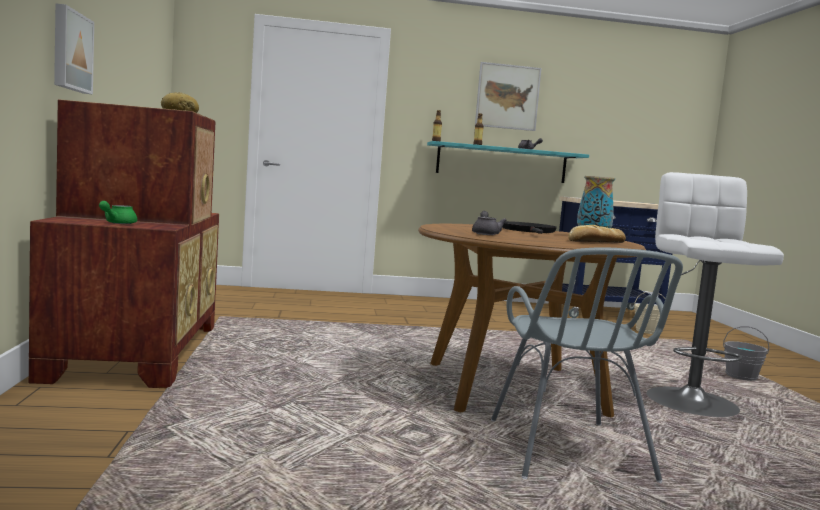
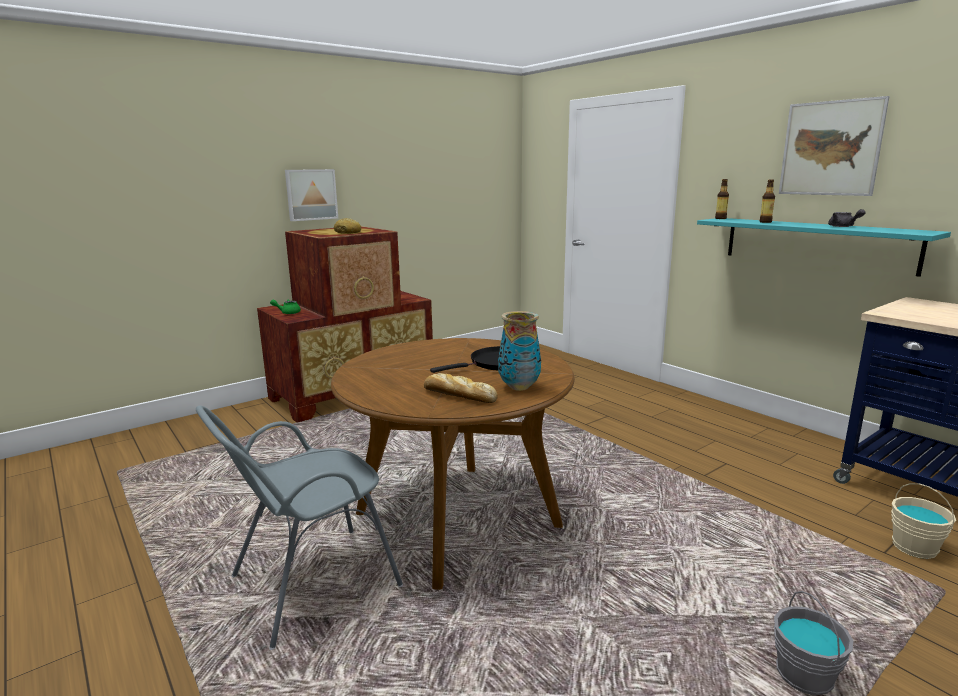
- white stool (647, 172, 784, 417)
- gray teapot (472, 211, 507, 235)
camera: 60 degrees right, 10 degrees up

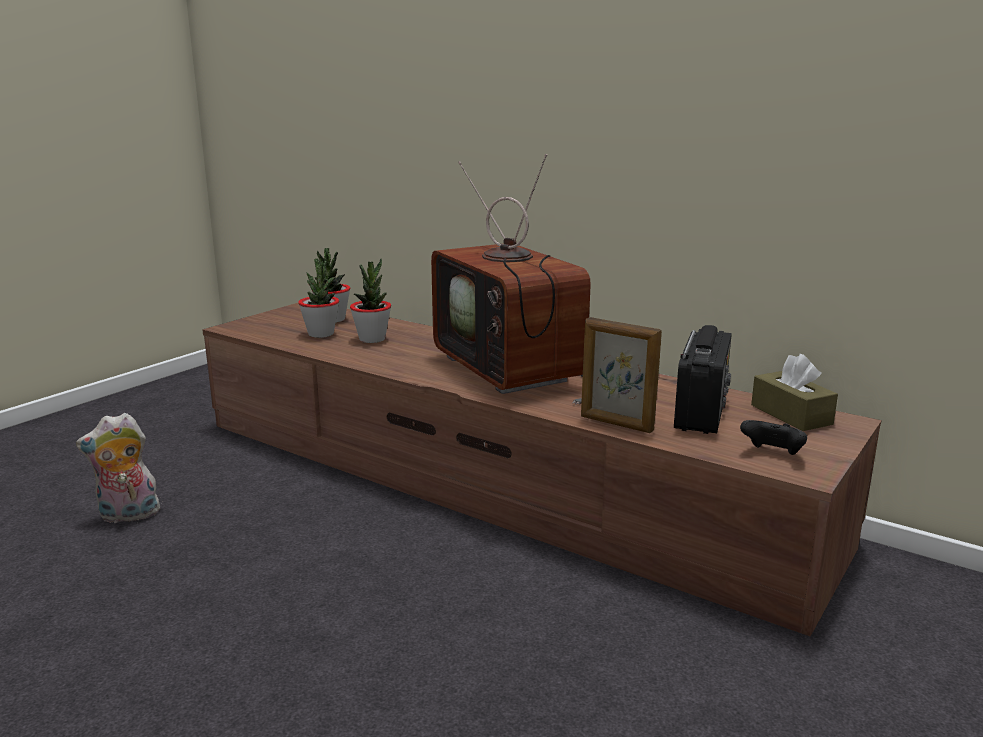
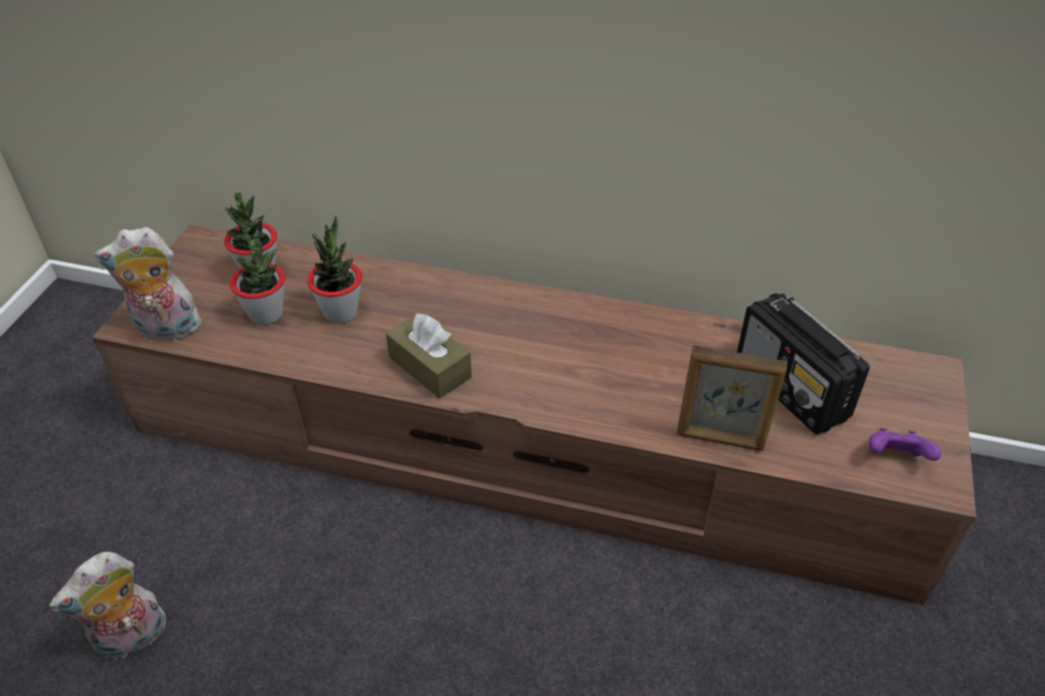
- television (431, 154, 591, 405)
~ radio (674, 325, 732, 434) = (737, 293, 870, 435) 150 degrees clockwise
~ brown tissue box (751, 354, 838, 431) to (386, 313, 472, 398)
~ black-coloured joypad (740, 420, 807, 455) to purplish joypad (869, 428, 941, 461)
+ cuddly toy (95, 227, 207, 344)
camera: 20 degrees left, 25 degrees up

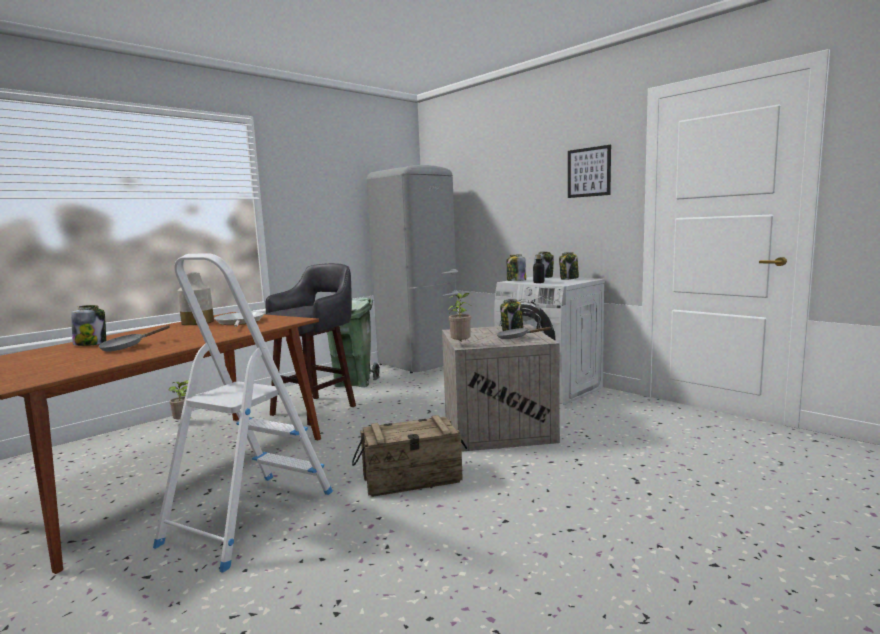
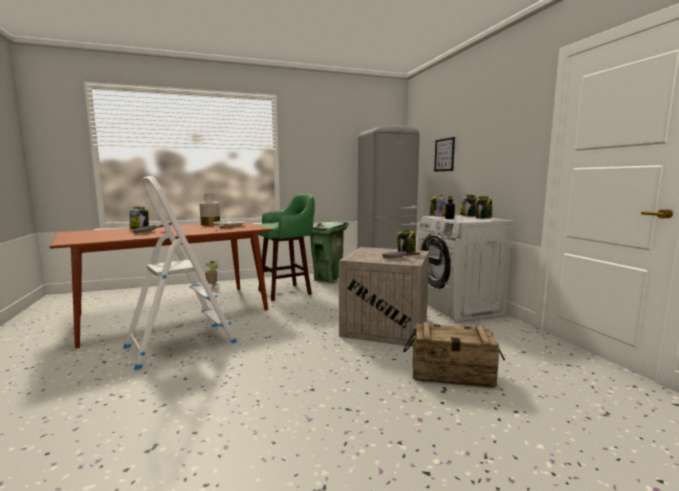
~ picture (568, 145, 611, 198) to (434, 137, 455, 172)
~ gray stool (266, 263, 356, 426) to greenish stool (258, 194, 315, 301)
- potted plant (448, 293, 471, 342)
~ shipping crate (352, 415, 467, 497) to (403, 322, 505, 388)
camera: 25 degrees right, 0 degrees up

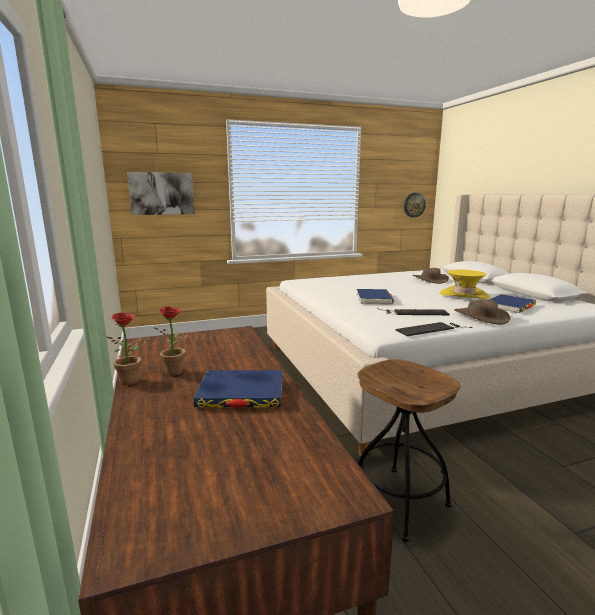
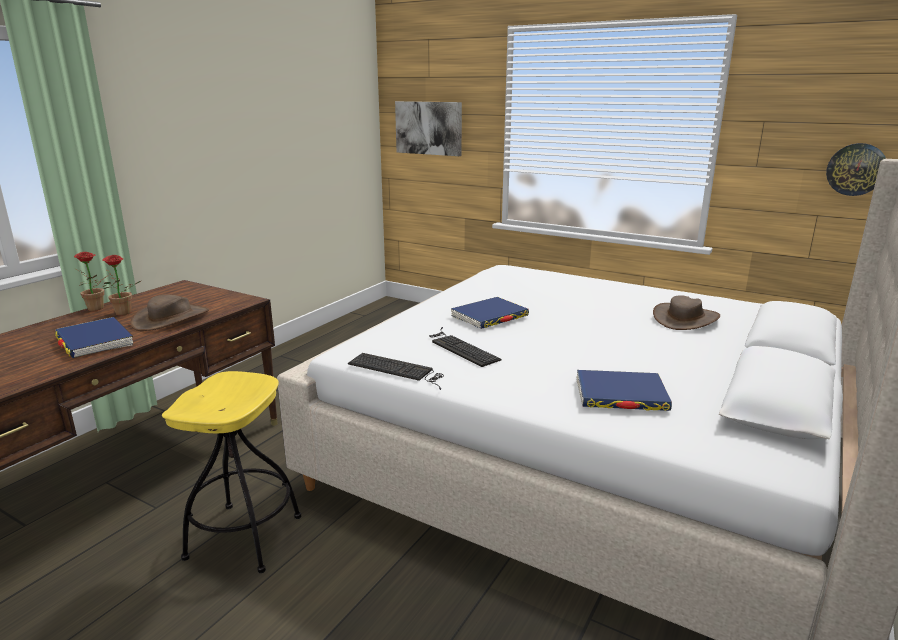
- yellow-coloured hat (440, 270, 490, 299)
~ brown hat (454, 299, 510, 325) to (130, 295, 209, 331)
~ brown stool (358, 359, 461, 542) to yellow-coloured stool (162, 371, 301, 573)
camera: 50 degrees right, 5 degrees up

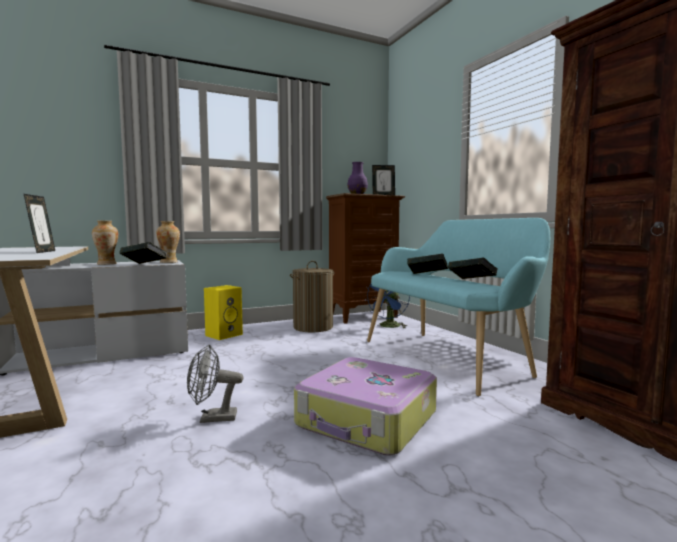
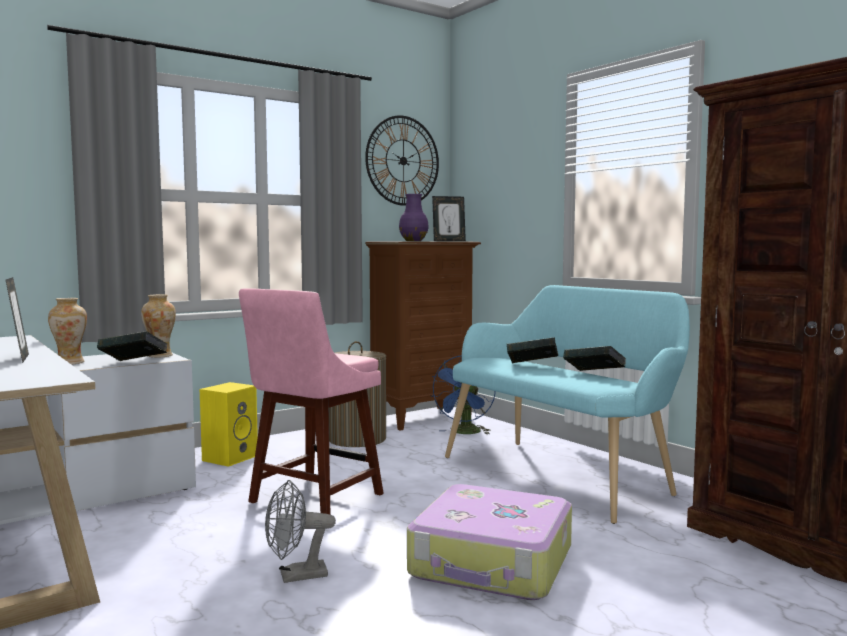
+ hanging clock (365, 115, 439, 206)
+ pinkish upright chair (239, 288, 384, 514)
camera: 10 degrees left, 0 degrees up

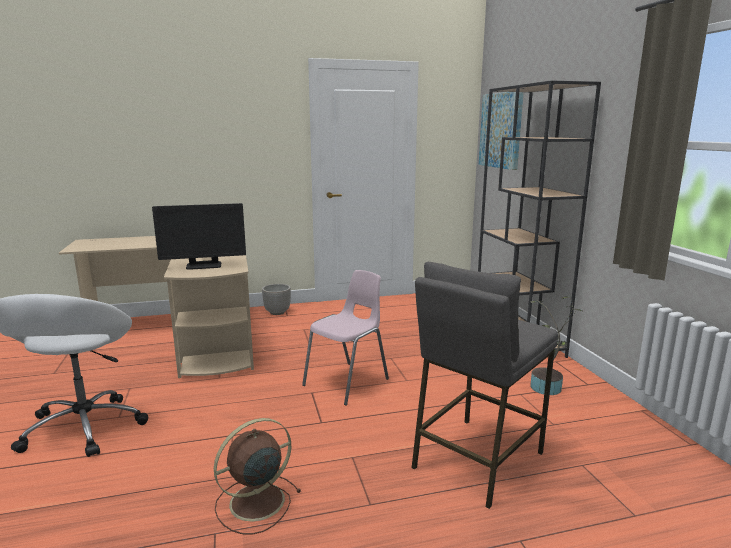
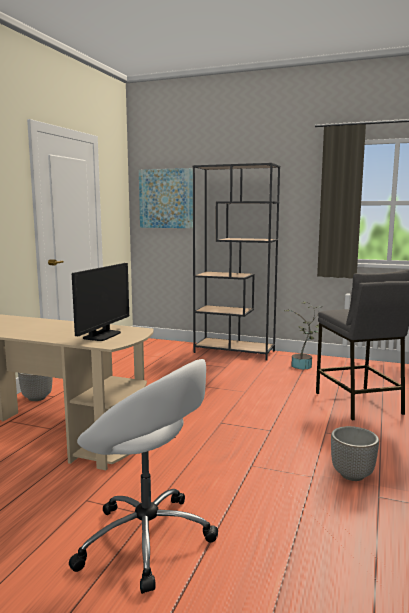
- pinkish upright chair (302, 270, 389, 406)
~ brown cooling fan (214, 418, 301, 535) to planter (331, 426, 379, 481)
camera: 55 degrees left, 5 degrees down

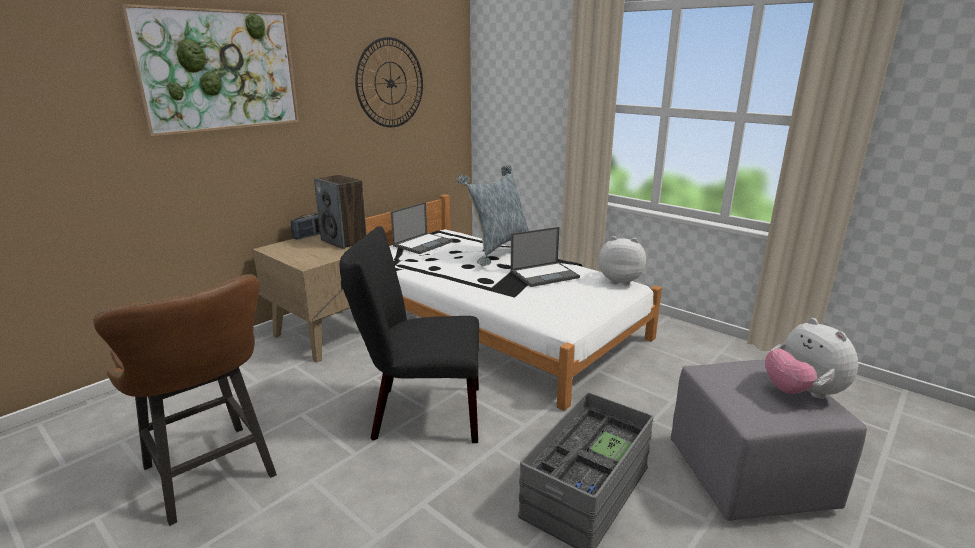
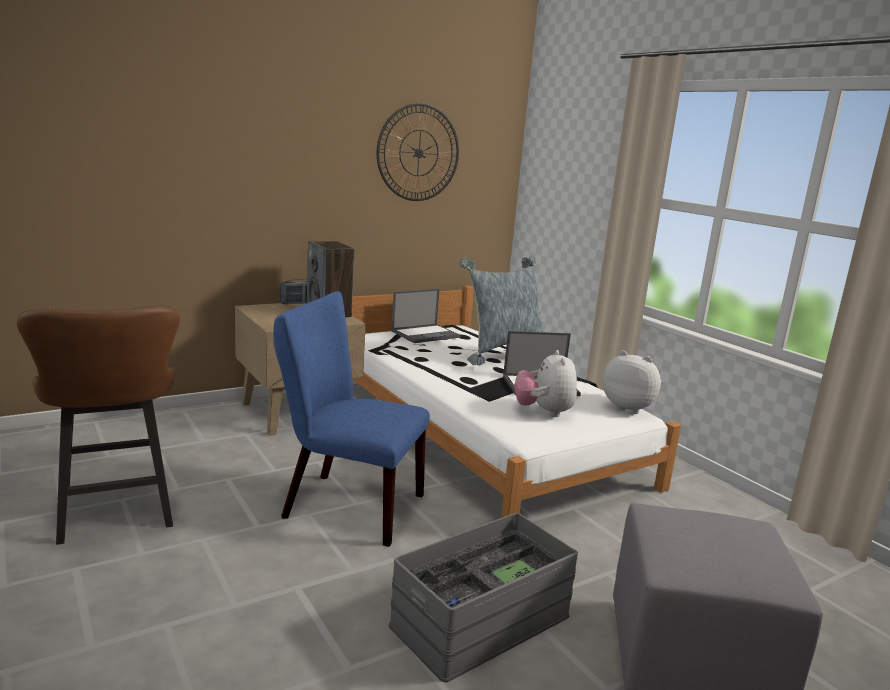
- picture (119, 4, 299, 136)
~ black-coloured upright chair (340, 226, 479, 443) to blue-coloured upright chair (273, 291, 430, 547)
~ cuddly toy (765, 318, 858, 399) to (514, 350, 577, 417)
camera: 15 degrees right, 5 degrees down

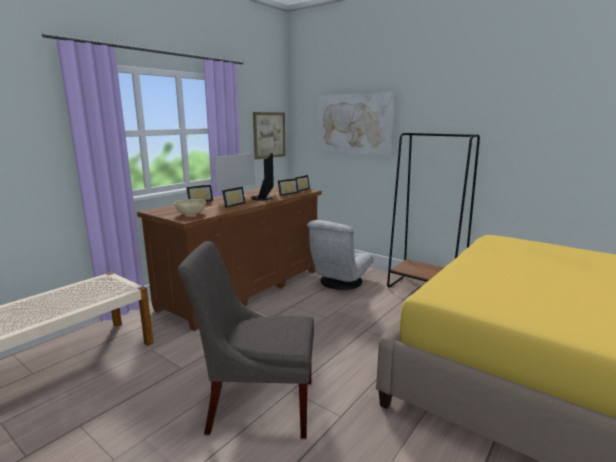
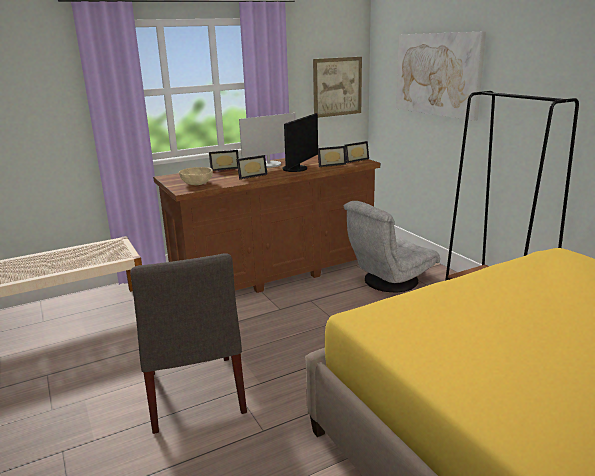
~ gray upright chair (178, 241, 314, 439) = (130, 253, 247, 434) 135 degrees counterclockwise
camera: 25 degrees right, 5 degrees up

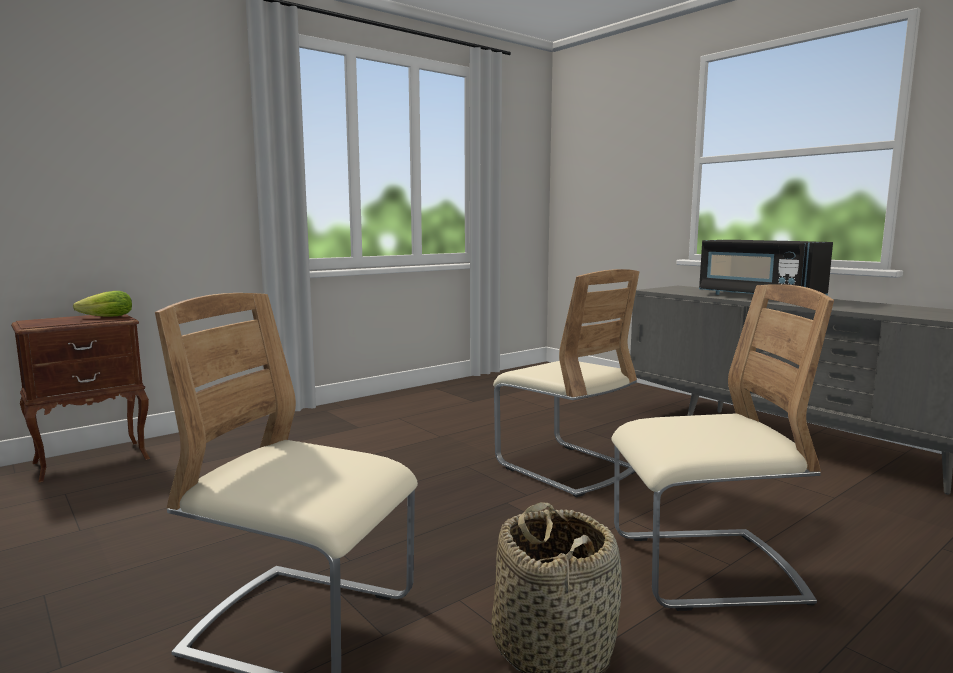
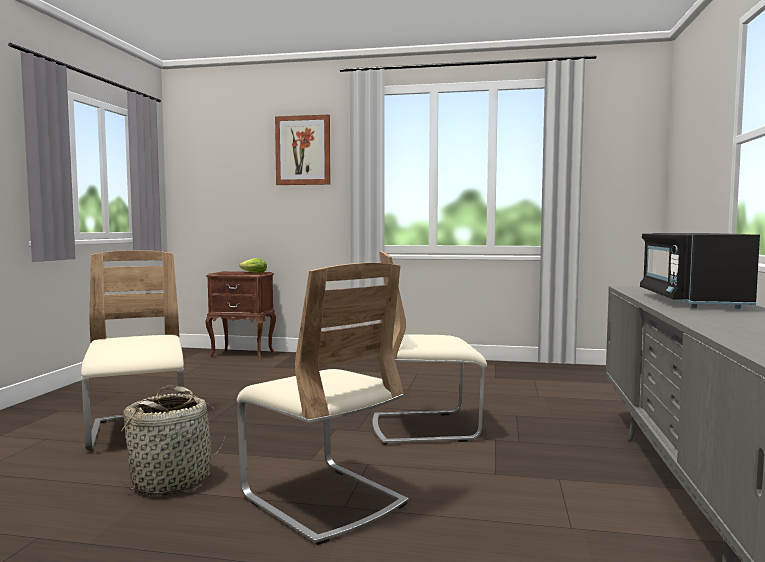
~ beige upright chair (493, 269, 639, 497) = (372, 251, 487, 445) 75 degrees clockwise
+ picture (275, 115, 331, 185)
camera: 50 degrees right, 5 degrees down

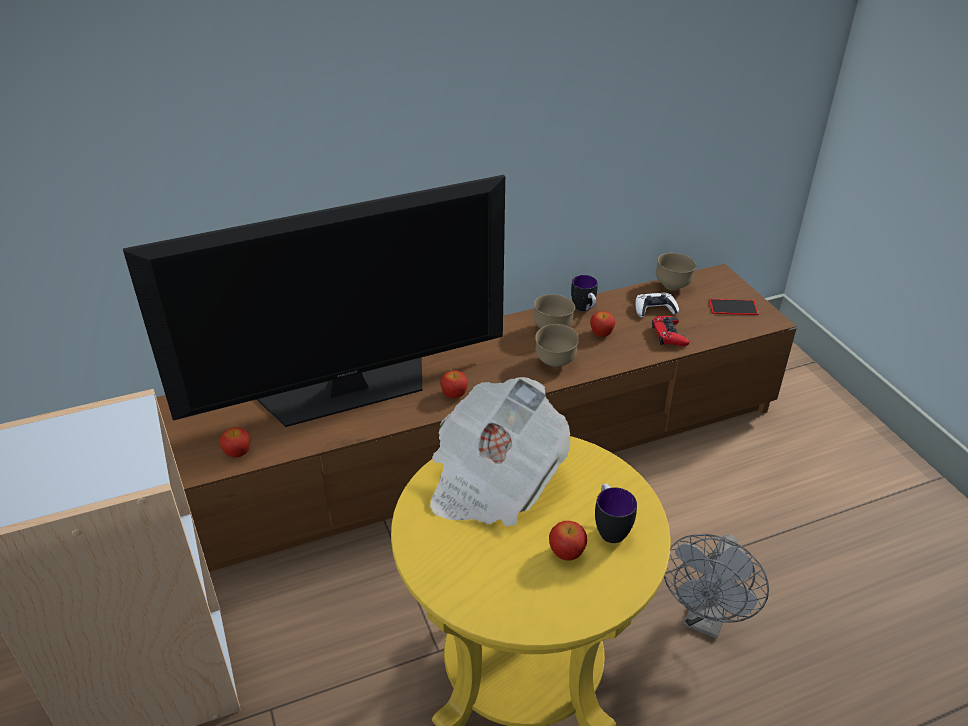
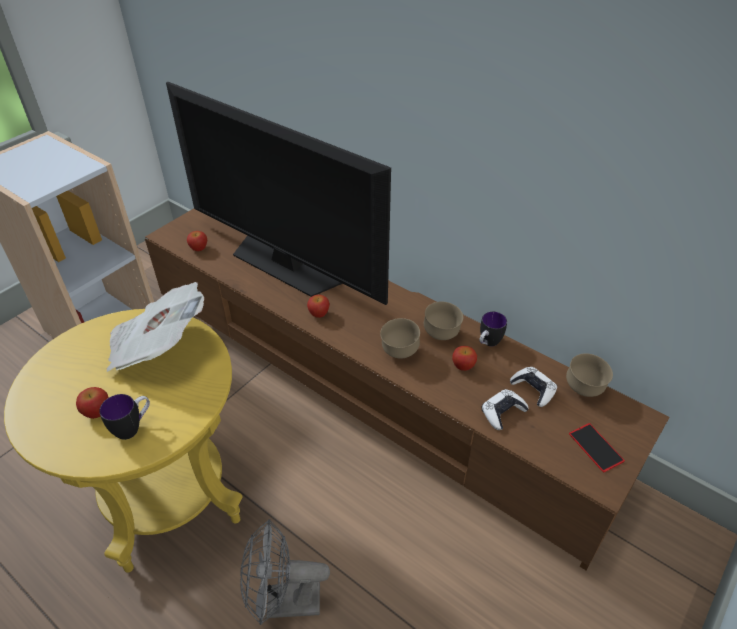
~ reddish joypad (652, 315, 690, 346) to white joypad (482, 389, 528, 430)
camera: 60 degrees right, 5 degrees up

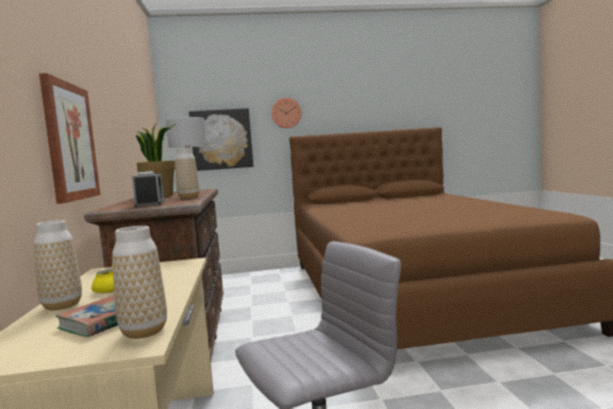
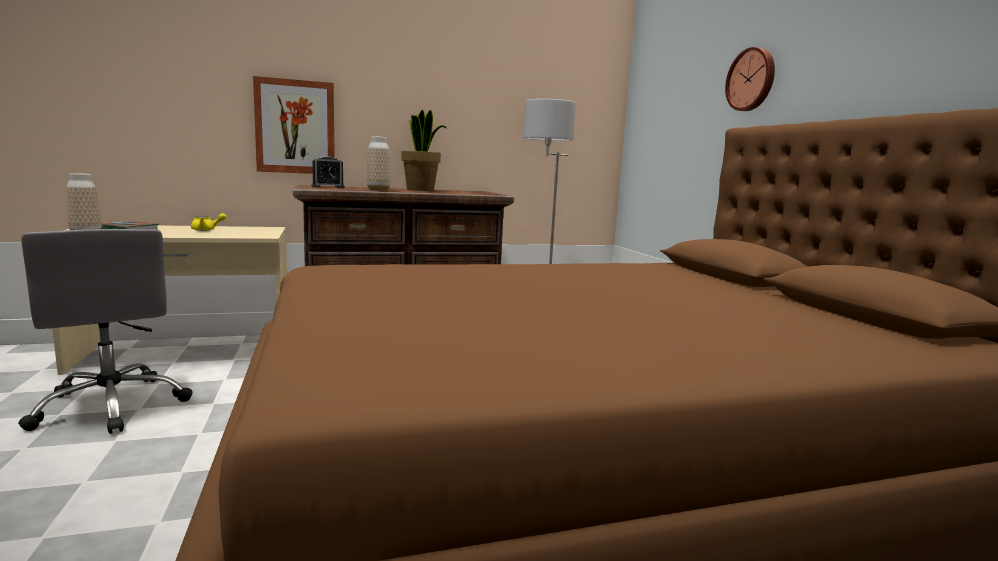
- picture (189, 108, 253, 171)
- flower vase (34, 220, 82, 310)
camera: 80 degrees right, 5 degrees up

